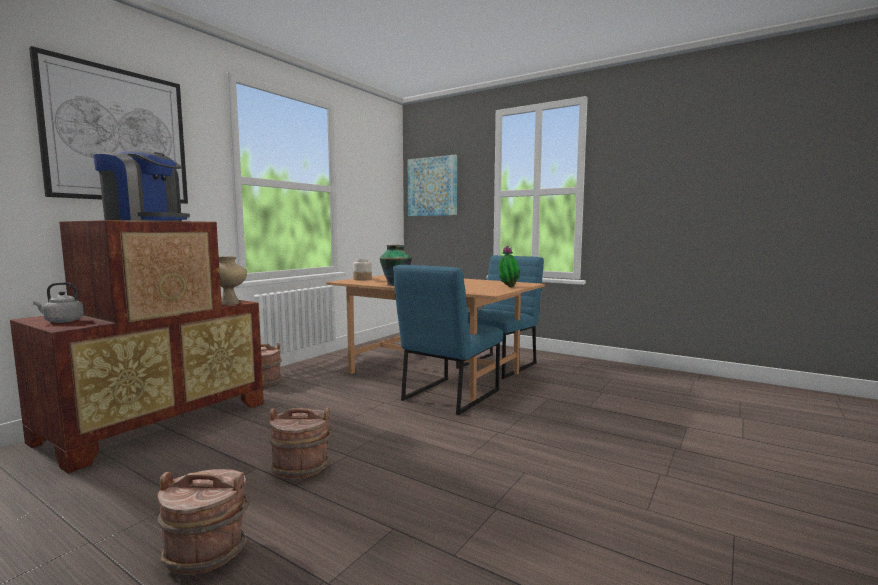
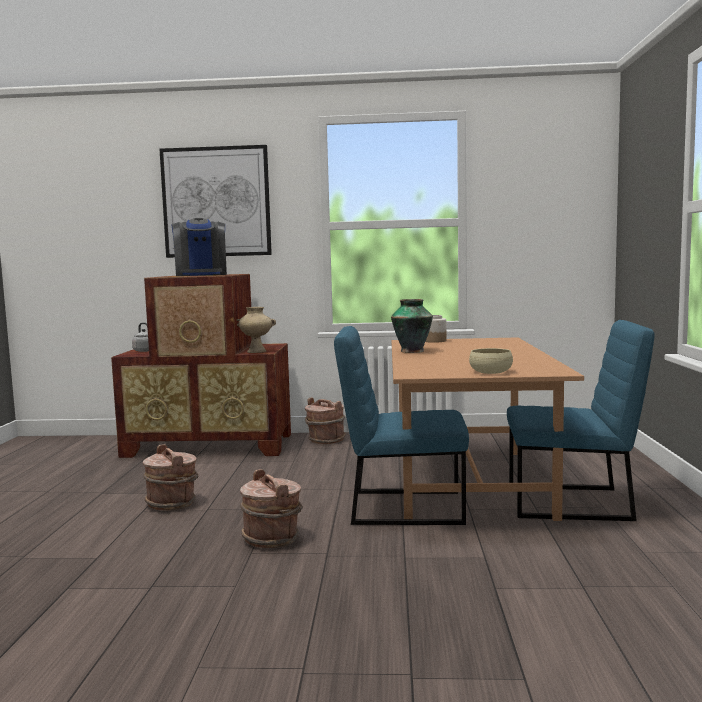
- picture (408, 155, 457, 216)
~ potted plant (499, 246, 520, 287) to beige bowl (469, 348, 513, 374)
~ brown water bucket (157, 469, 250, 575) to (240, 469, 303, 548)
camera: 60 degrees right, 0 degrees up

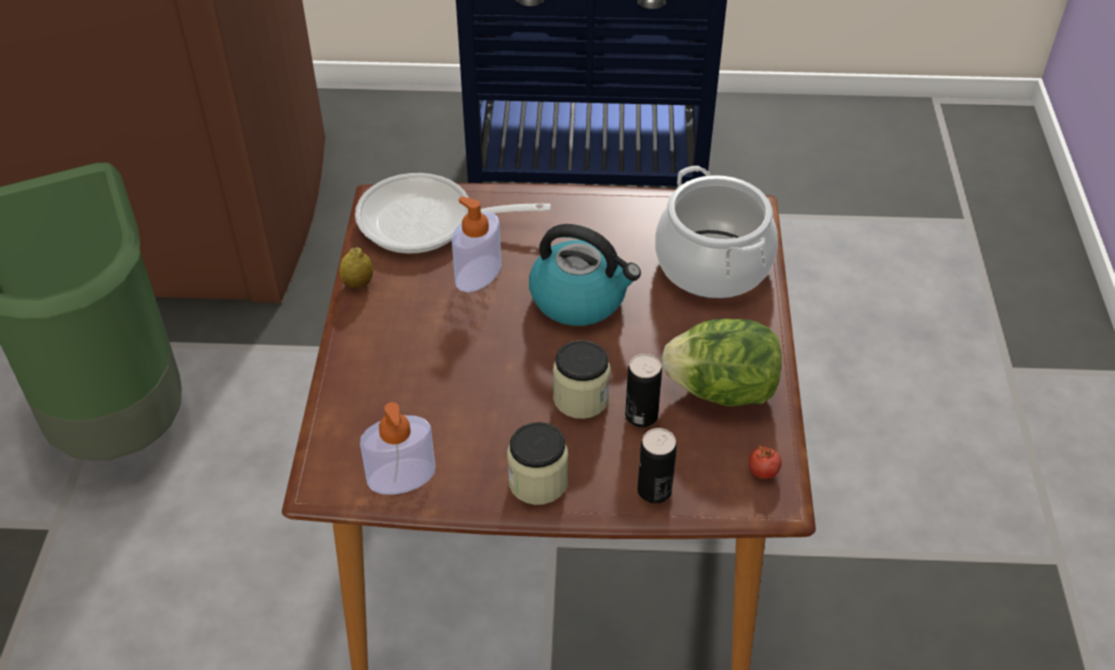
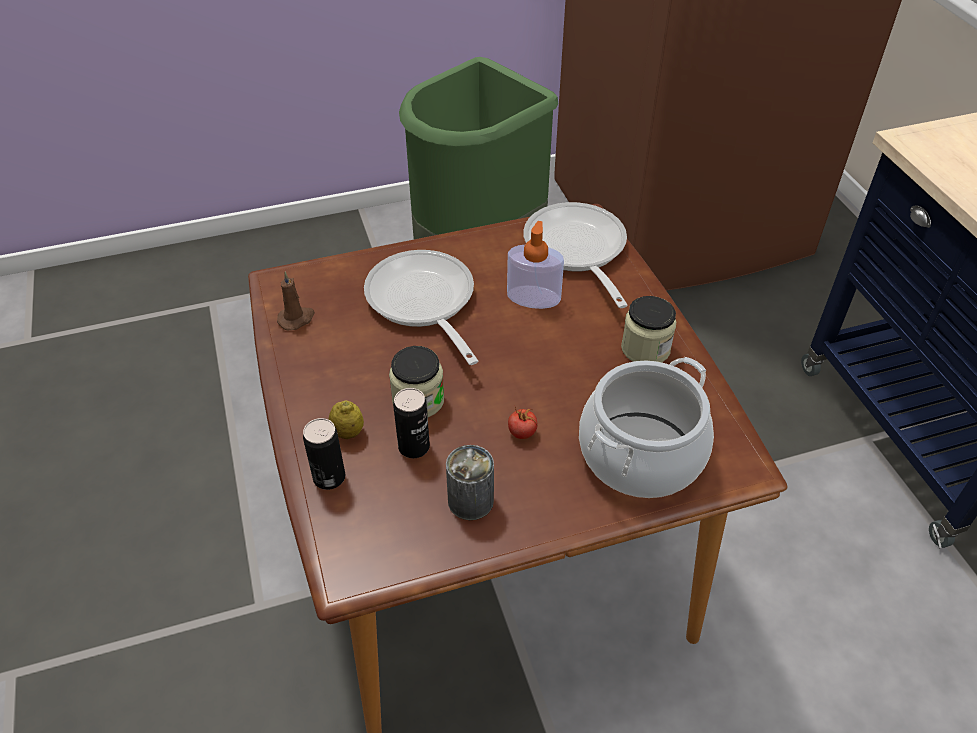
- kettle (529, 224, 641, 326)
~ lemon (340, 247, 373, 289) to (329, 400, 364, 439)
~ lettuce (662, 318, 782, 406) to metal can (446, 445, 494, 520)
~ liquid soap bottle (360, 402, 435, 495) to brown wax light (277, 271, 315, 330)
~ storage jar (507, 422, 568, 505) to (621, 296, 676, 362)
~ whole tomato (749, 445, 782, 479) to (508, 407, 538, 439)
+ skillet (364, 250, 478, 365)
camera: 70 degrees right, 0 degrees up

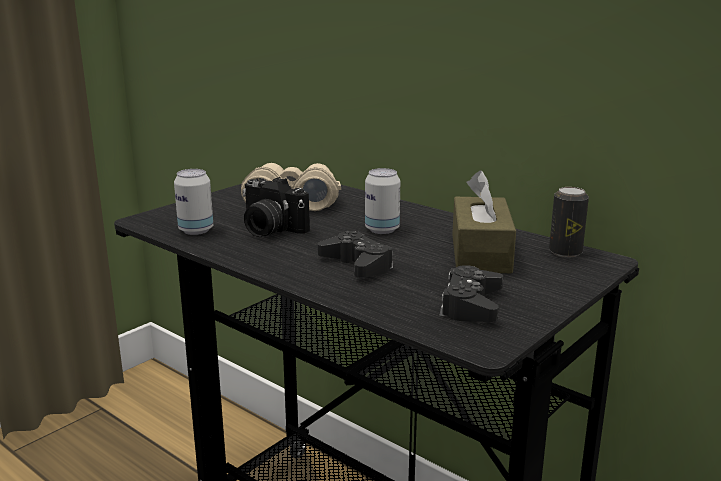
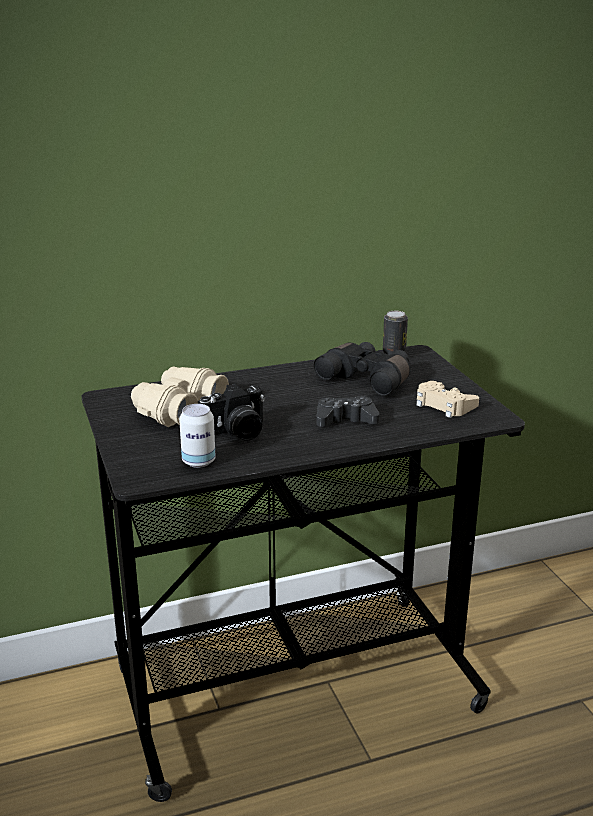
- metal can (365, 168, 400, 234)
~ brown tissue box (452, 170, 516, 273) to black-coloured binoculars (314, 342, 410, 396)
~ black-coloured joypad (440, 265, 503, 322) to beige joypad (416, 381, 479, 418)
camera: 60 degrees left, 5 degrees up

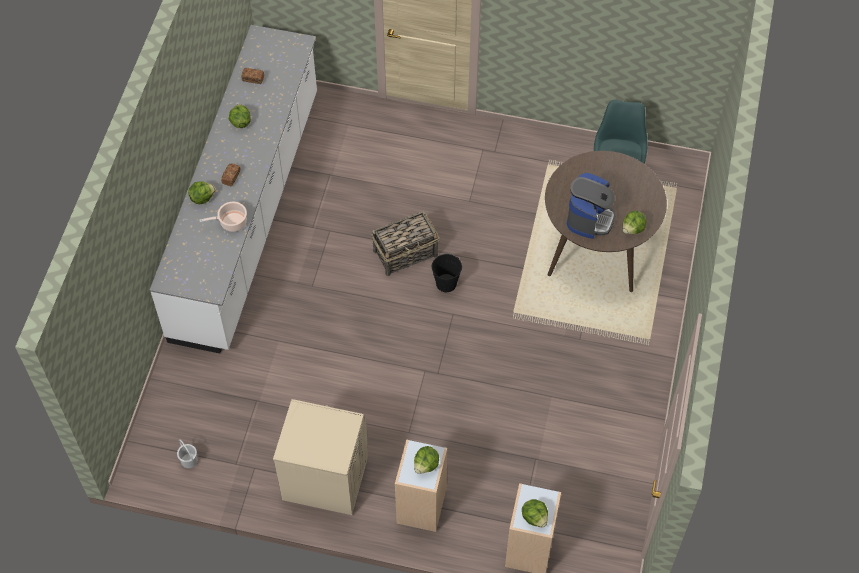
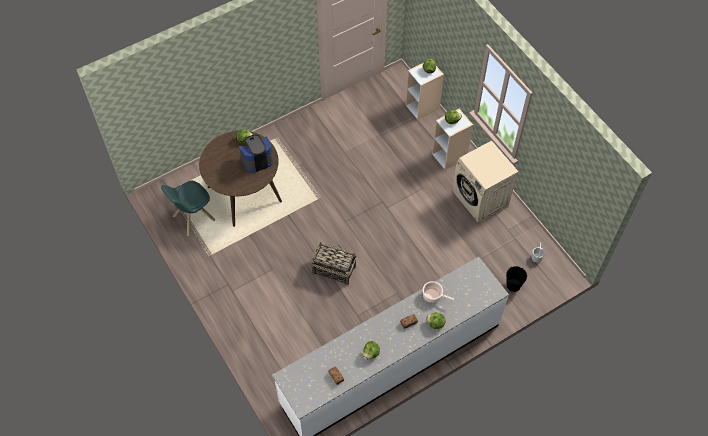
~ black-coloured water bucket (432, 254, 462, 292) to (506, 266, 528, 292)
camera: 135 degrees left, 0 degrees up

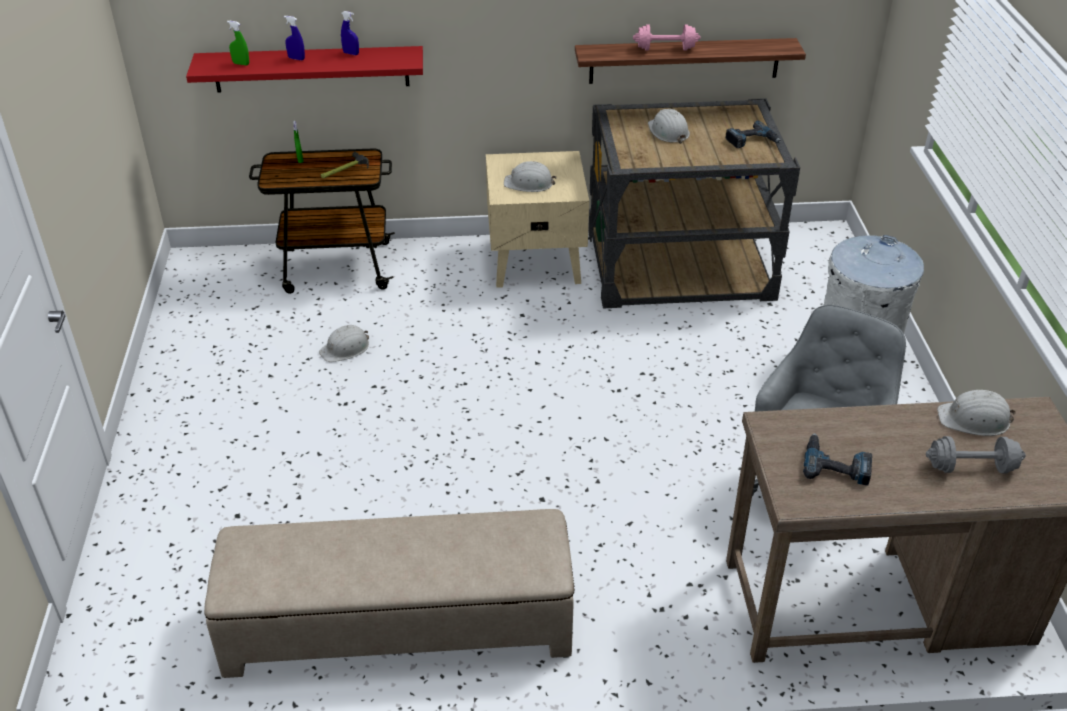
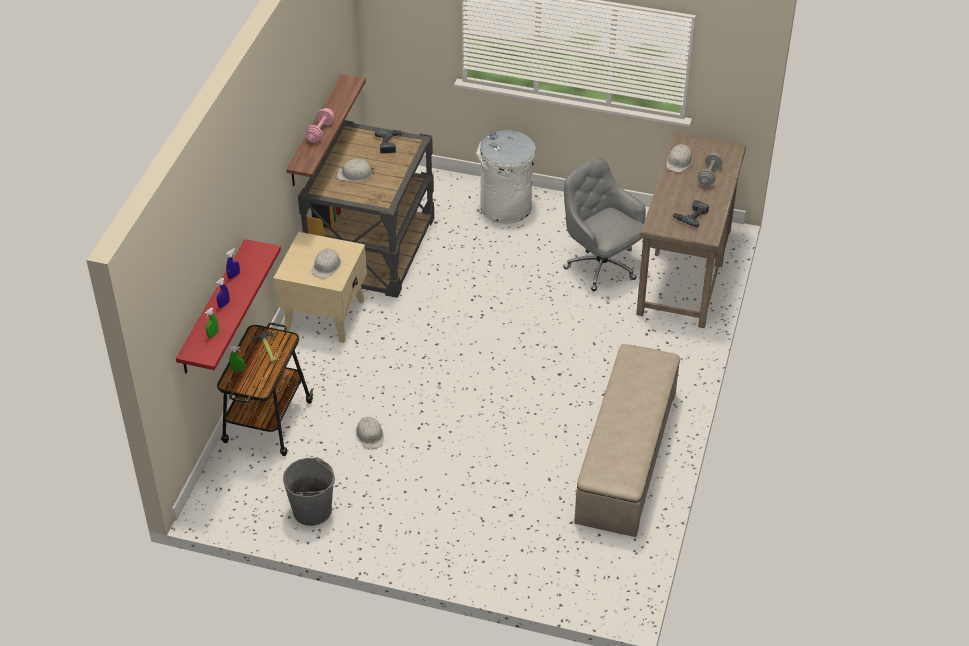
+ gray water bucket (283, 457, 335, 526)
camera: 70 degrees left, 5 degrees up

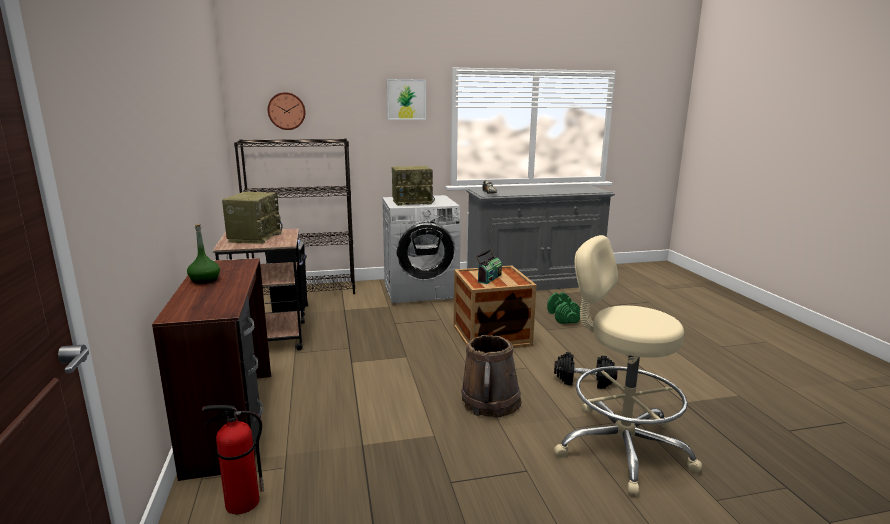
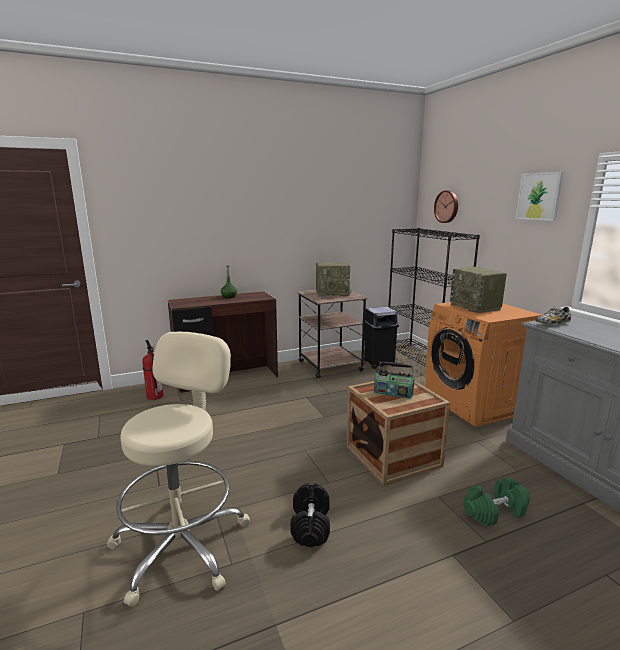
~ white laundry machine (382, 195, 461, 303) to orange-coloured laundry machine (426, 302, 542, 427)
- brown water bucket (461, 335, 522, 418)
camera: 80 degrees right, 0 degrees up

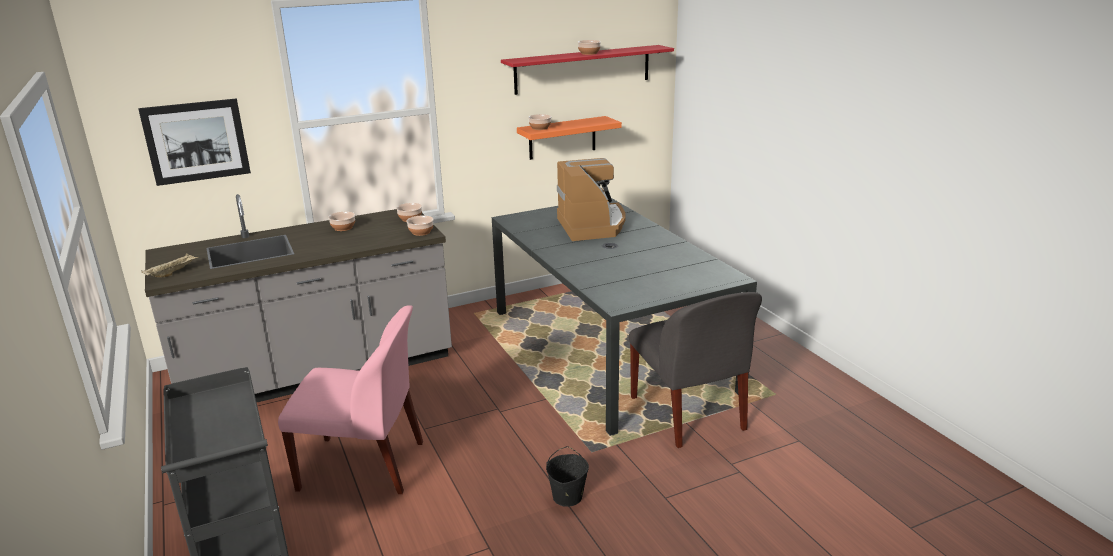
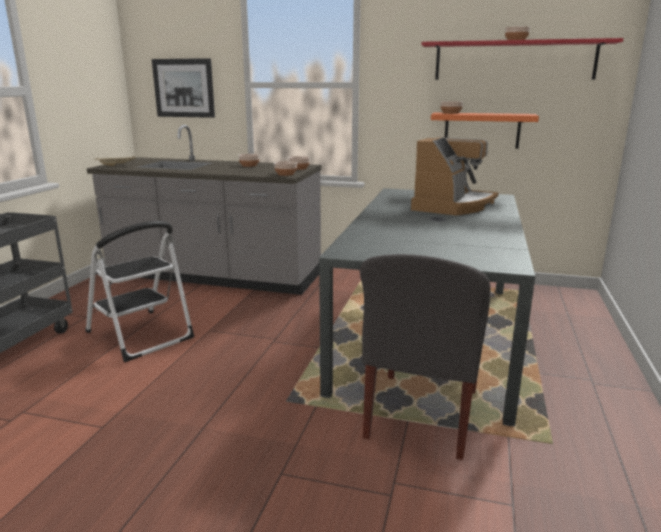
~ pinkish upright chair (278, 305, 423, 494) to step stool (85, 221, 194, 362)
- black-coloured water bucket (546, 446, 589, 507)
camera: 40 degrees right, 5 degrees down

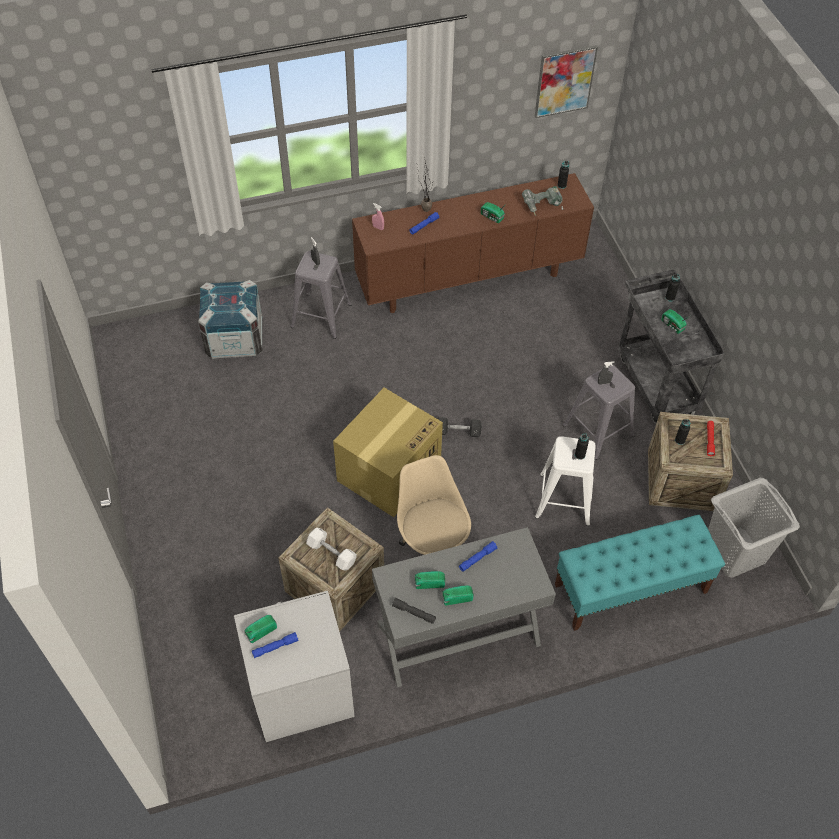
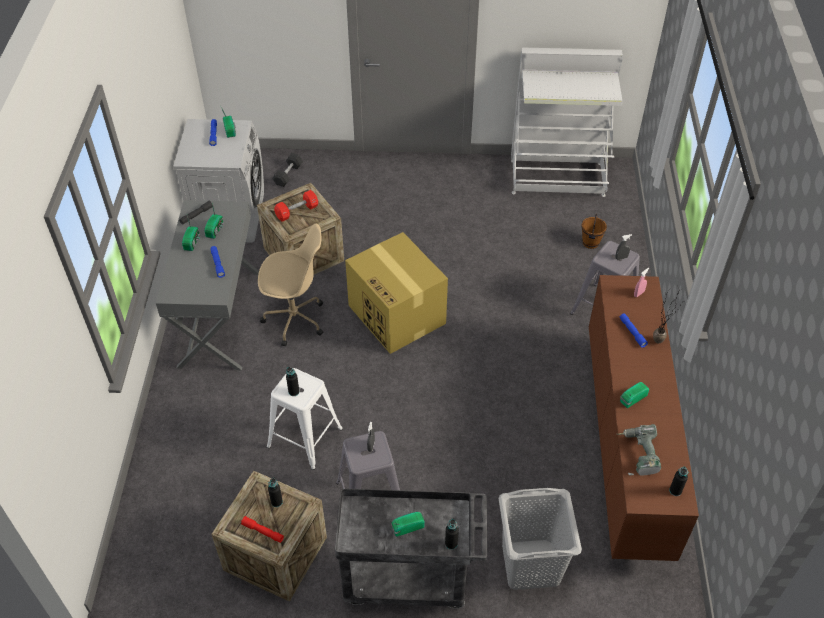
- picture (535, 45, 598, 118)
~ shipping crate (198, 280, 262, 359) to brown water bucket (582, 214, 607, 249)
~ black-coloured hand weight (438, 417, 482, 437) to (272, 153, 303, 187)
~ gray hamper (708, 478, 800, 578) to (498, 488, 582, 590)
- turquoise-coloured indoor bench (555, 515, 725, 631)
~ white hand weight (306, 527, 357, 571) to reddish hand weight (274, 190, 318, 222)
+ white shoe rack (511, 48, 623, 197)
camera: 110 degrees right, 5 degrees down

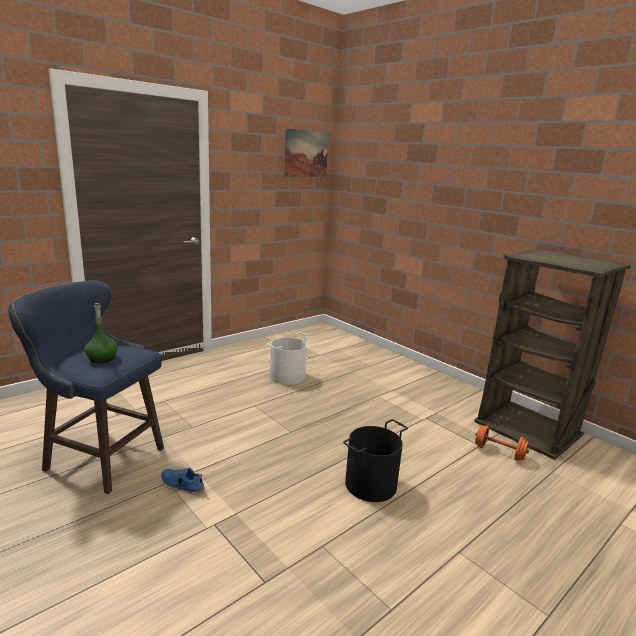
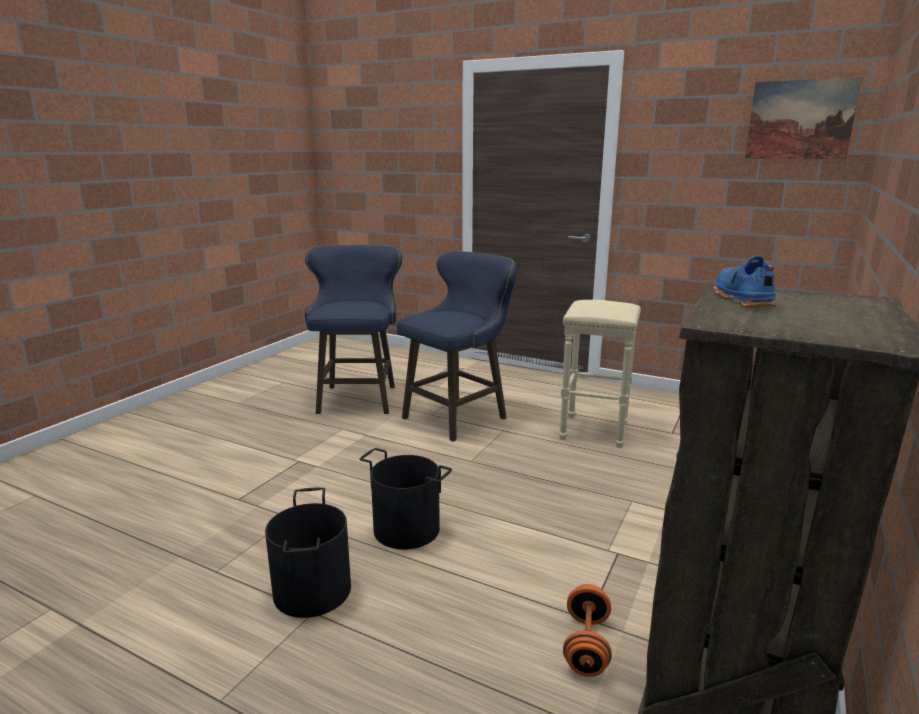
- greenish beverage bottle (84, 303, 118, 363)
~ white water bucket (266, 332, 310, 385) to beige stool (559, 300, 641, 448)
~ blue-coloured low shoe (161, 468, 205, 495) to (714, 256, 777, 307)
+ blue-coloured stool (397, 251, 517, 442)
+ black-coloured water bucket (265, 487, 351, 618)
camera: 70 degrees right, 0 degrees up

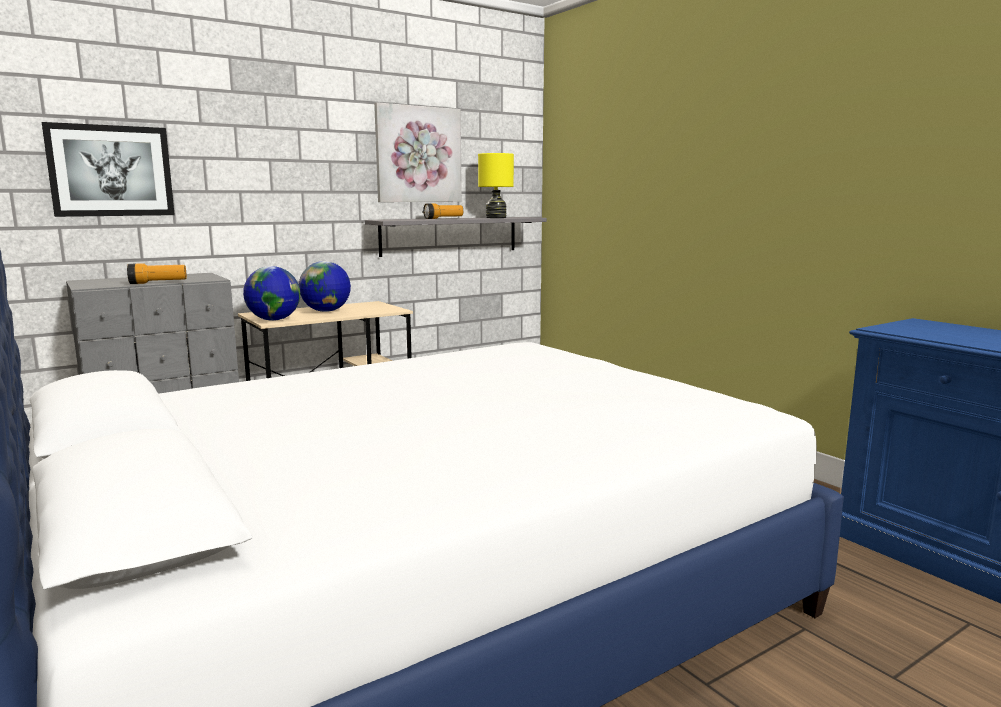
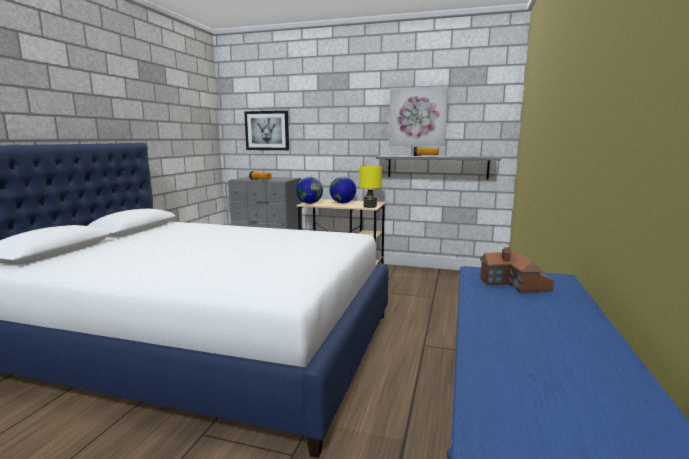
~ yellow-coloured tabletop lamp (478, 153, 514, 218) to (359, 166, 382, 208)
+ toy house (480, 247, 554, 293)
camera: 50 degrees right, 0 degrees up

